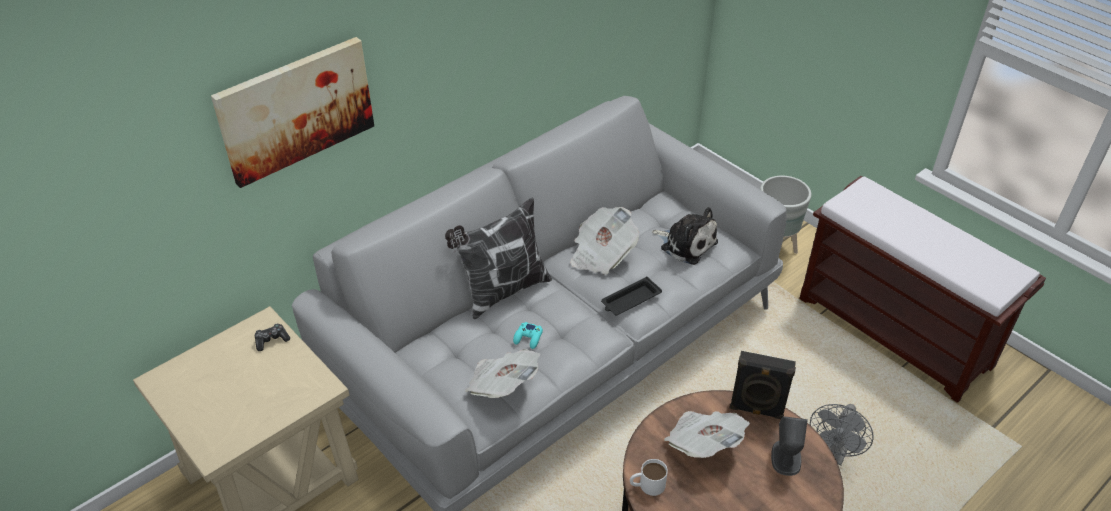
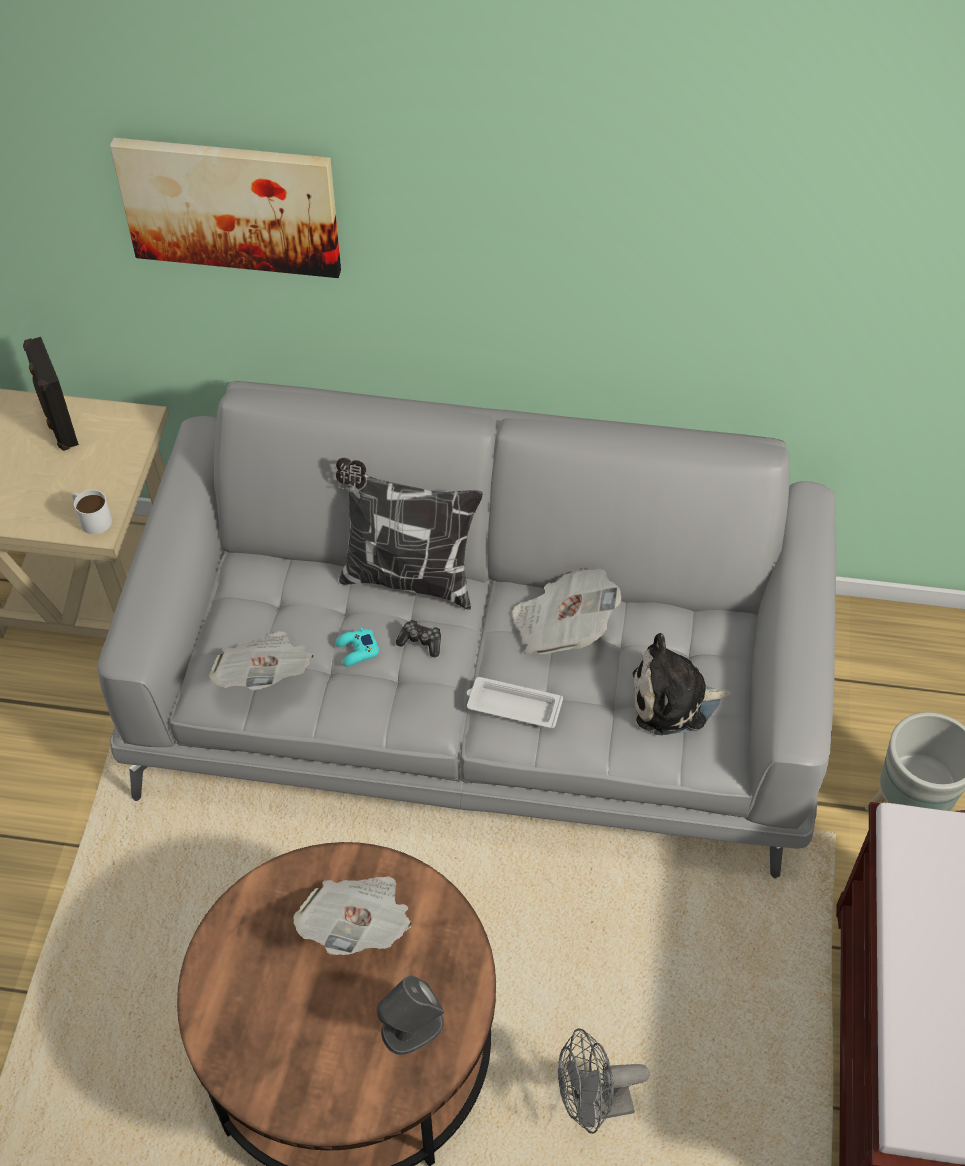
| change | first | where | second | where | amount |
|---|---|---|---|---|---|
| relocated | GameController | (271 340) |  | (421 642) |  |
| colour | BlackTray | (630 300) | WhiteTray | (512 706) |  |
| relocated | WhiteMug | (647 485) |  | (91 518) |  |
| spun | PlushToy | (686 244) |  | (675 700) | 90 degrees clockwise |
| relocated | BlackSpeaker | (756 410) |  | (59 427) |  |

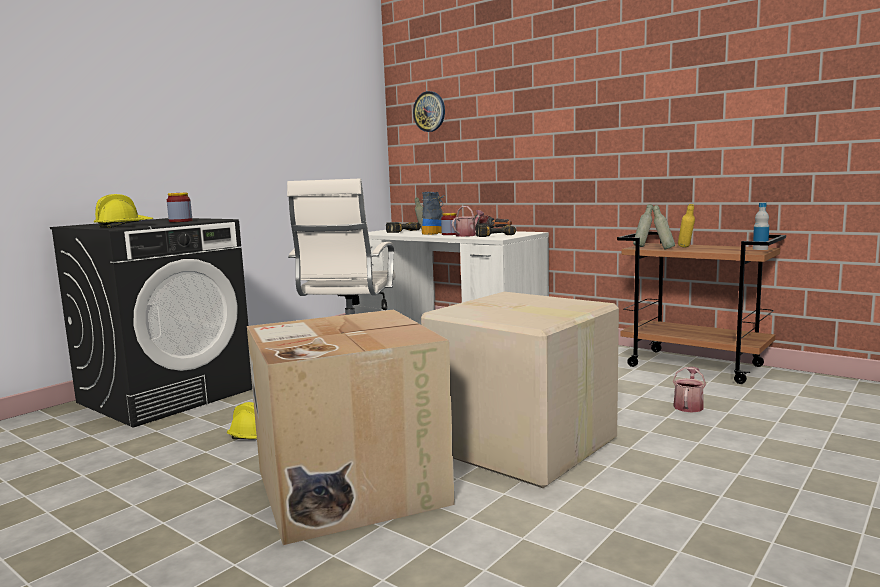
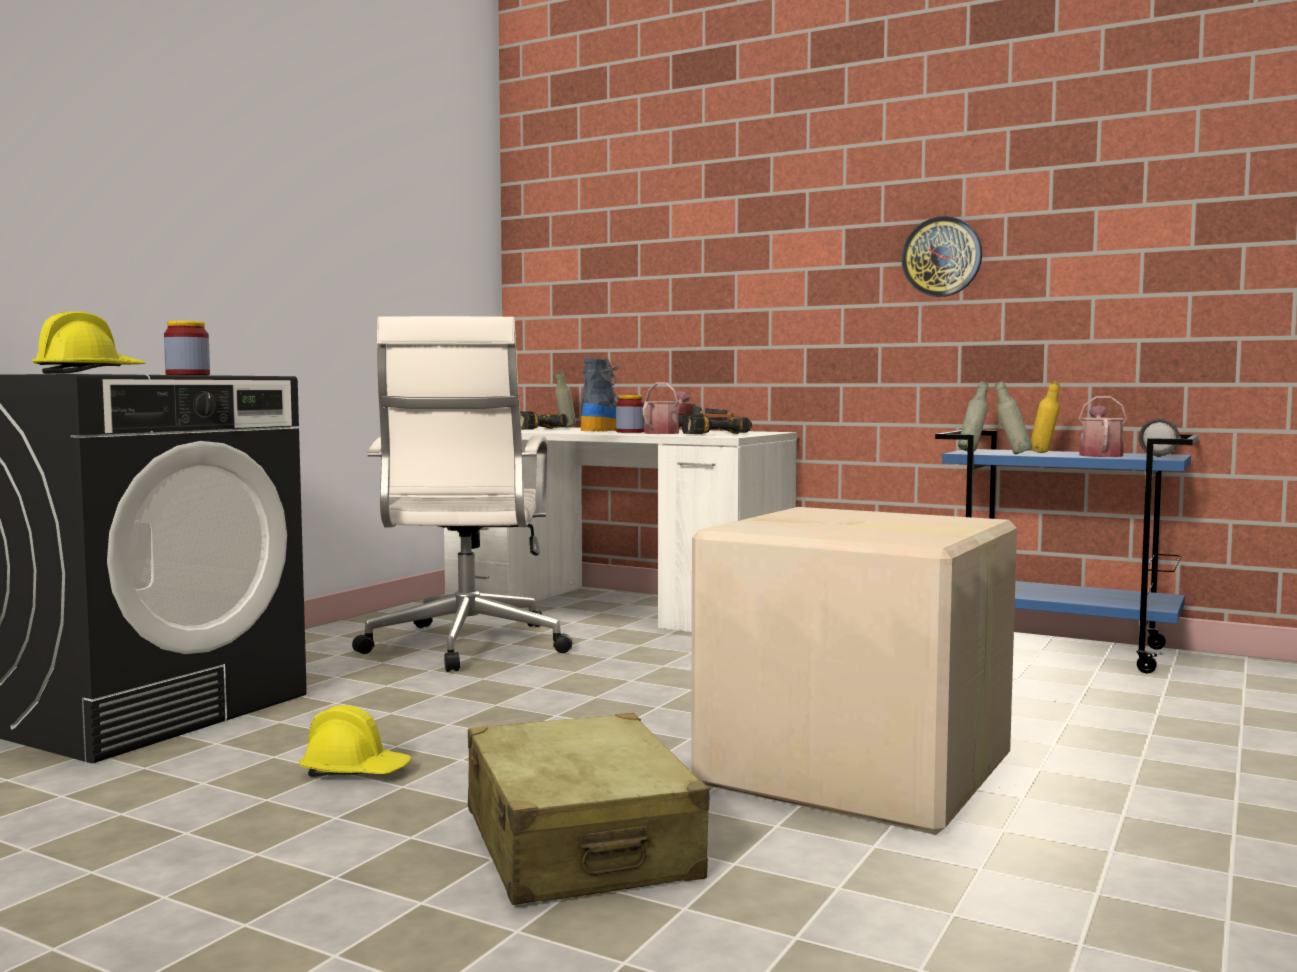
| change | first | where | second | where | amount |
|---|---|---|---|---|---|
| exchanged | CardboardBox | (347 486) | BeigeSuitcase | (580 845) |  |
| relocated | WallClock | (429 111) |  | (941 257) |  |
| colour | BrownCart | (696 366) | BlueCart | (1061 650) |  |
| relocated | WateringCan | (688 405) |  | (1100 455) |  |
| exchanged | Bottle | (760 249) | Flashlight | (1164 455) |  |

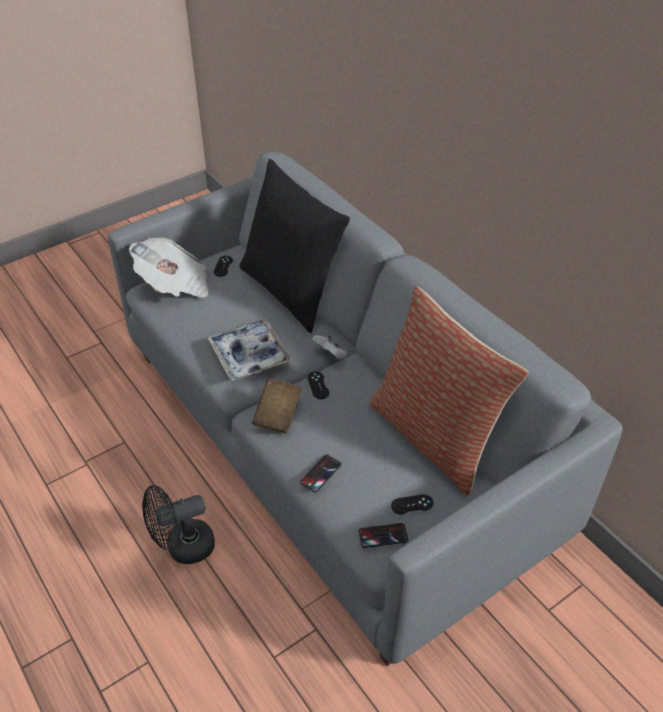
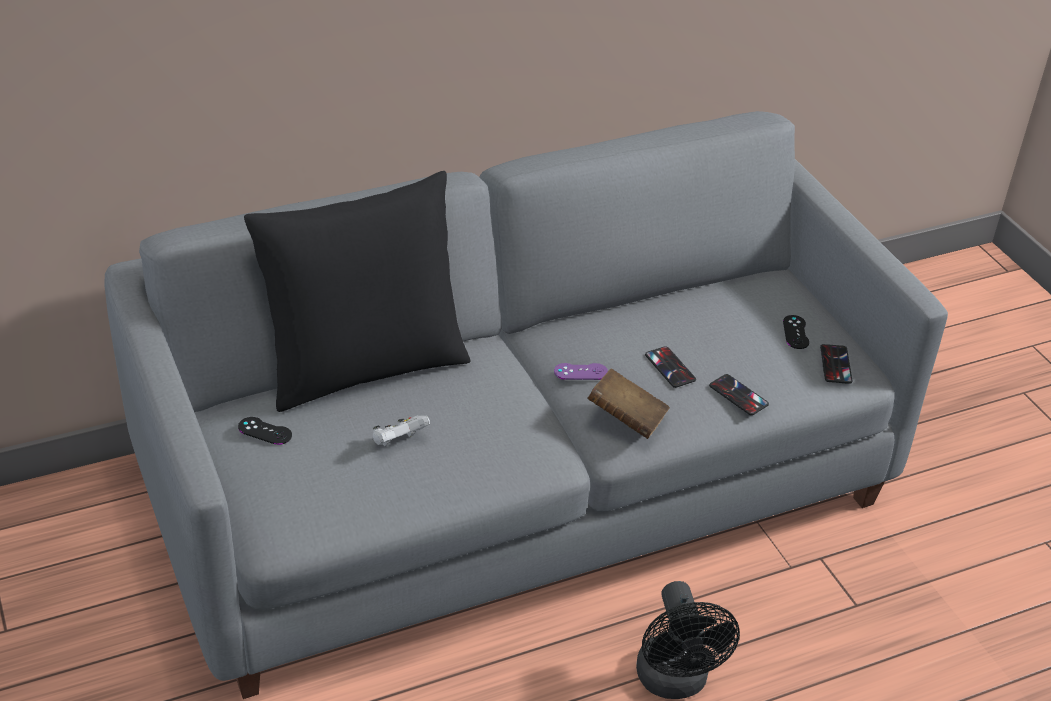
| change | first | where | second | where | amount |
|---|---|---|---|---|---|
| missing | Newspaper | (174 284) |  |  |  |
| missing | Tray | (249 355) |  |  |  |
| colour | BlackGameController | (318 385) | PurpleGameController | (580 372) |  |
| relocated | WhiteGameController | (330 354) |  | (398 442) |  |
| missing | Pillow | (434 436) |  |  |  |
| appeared |  |  | Phone | (670 367) |  |

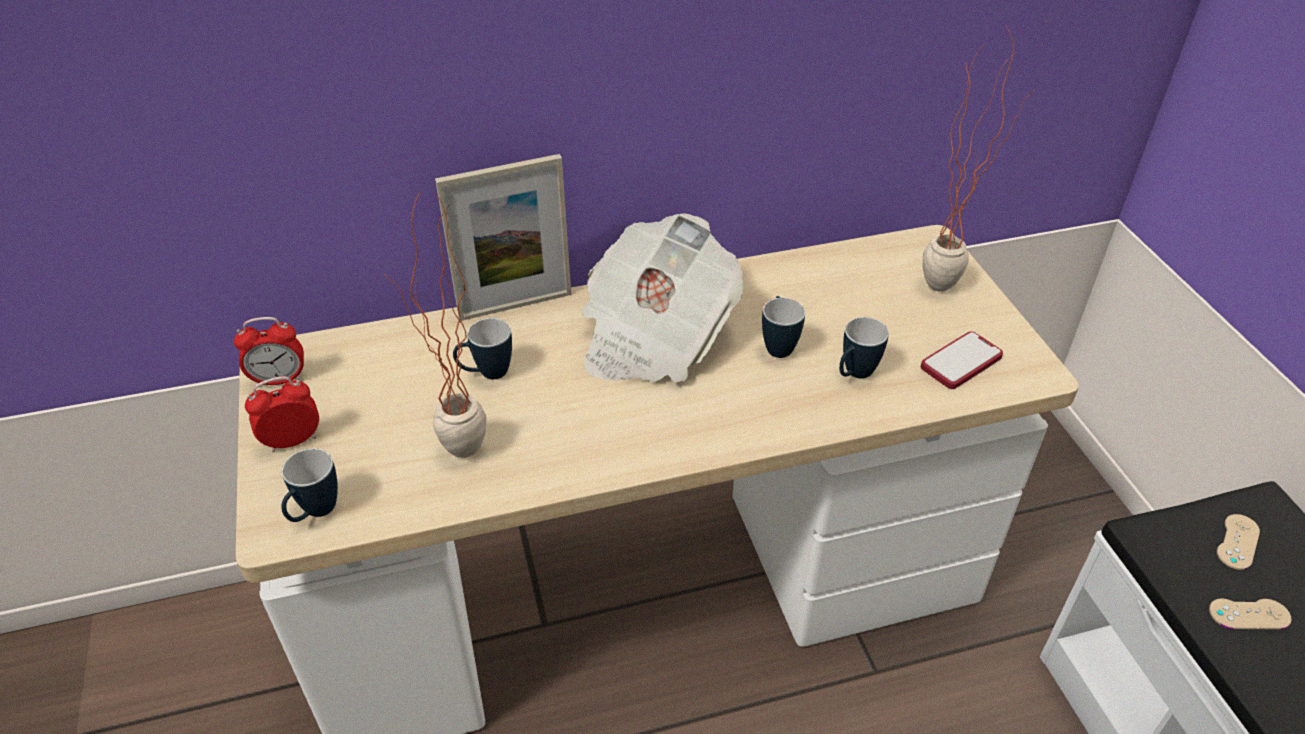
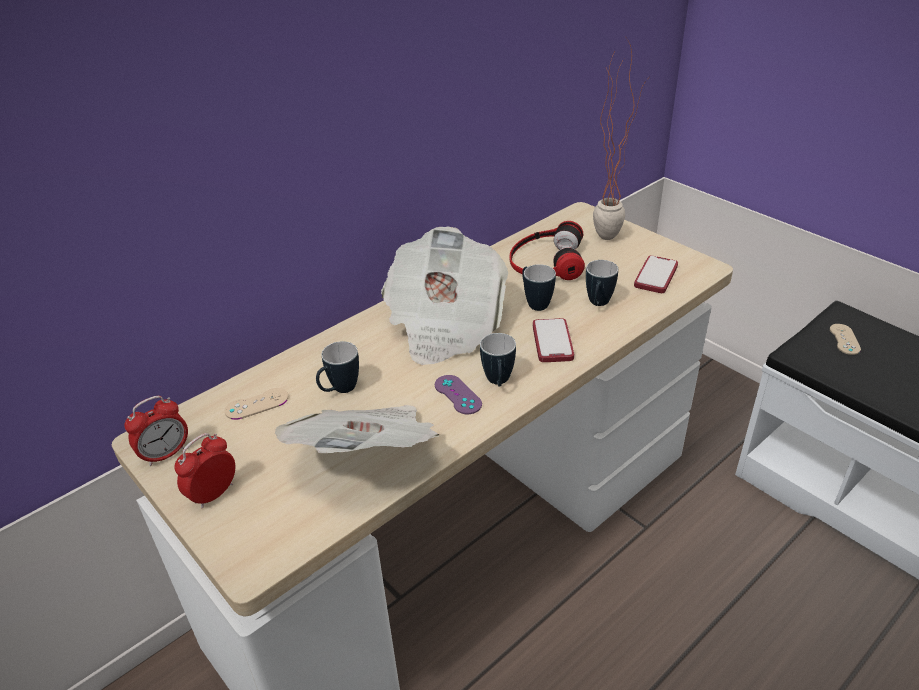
| change | first | where | second | where | amount |
|---|---|---|---|---|---|
| relocated | Mug | (315 513) |  | (498 383) |  |
| exchanged | PottedPlant | (461 462) | Newspaper | (368 456) |  |
| missing | PictureFrame | (515 305) |  |  |  |
| relocated | BeigeGameController | (1249 614) |  | (257 404) |  |
| appeared |  |  | PurpleGameController | (457 395) |  |
| appeared |  |  | Headphones | (546 261) |  |
| appeared |  |  | Phone | (552 342) |  |

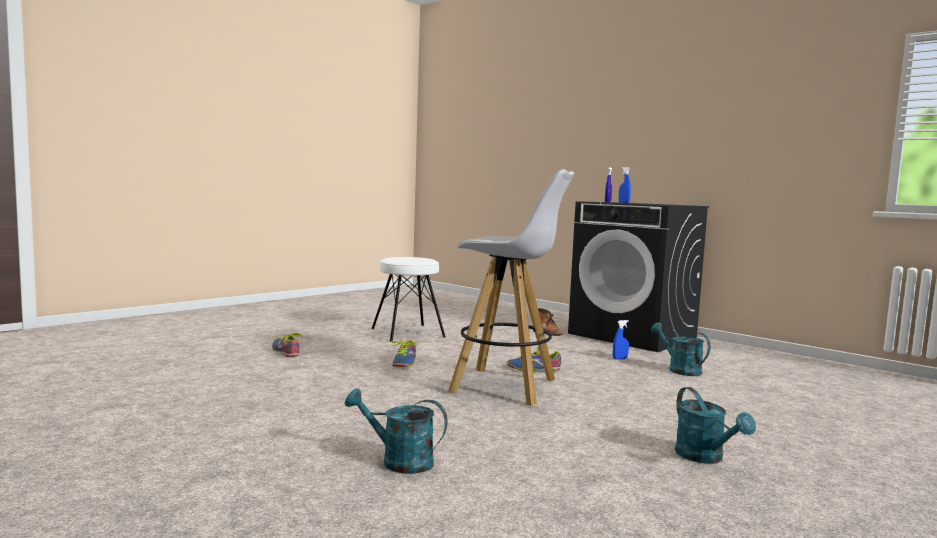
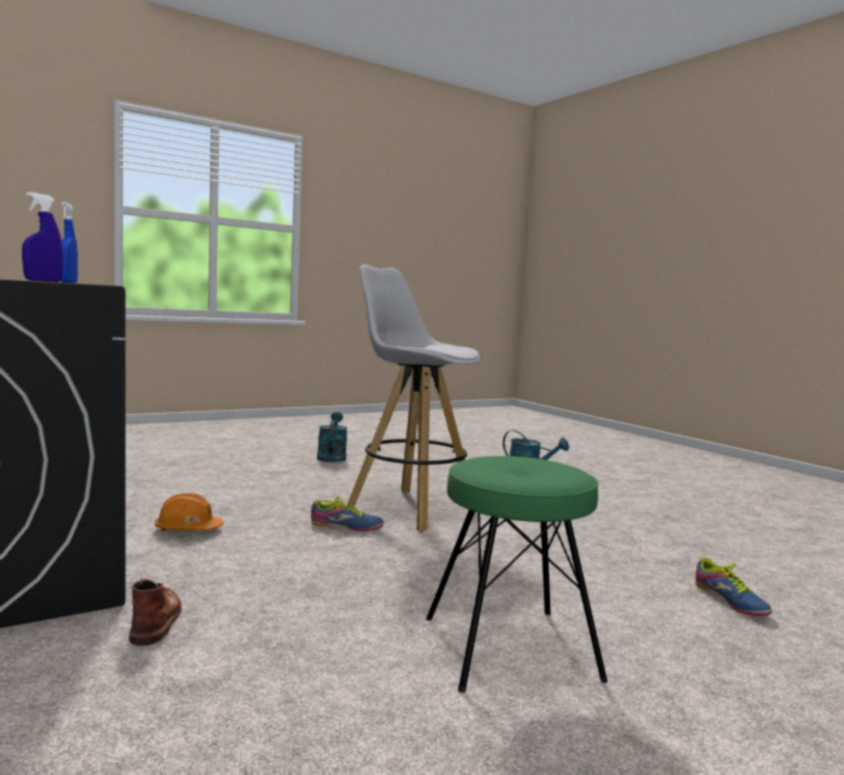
| change | first | where | second | where | amount |
|---|---|---|---|---|---|
| colour | WhiteStool | (407 333) | GreenStool | (509 647) |  |
| missing | Shoe | (404 362) |  |  |  |
| exchanged | BlueSprayBottle | (620 358) | OrangeHardHat | (188 529) |  |
| missing | TurquoiseWateringCan | (679 369) |  |  |  |

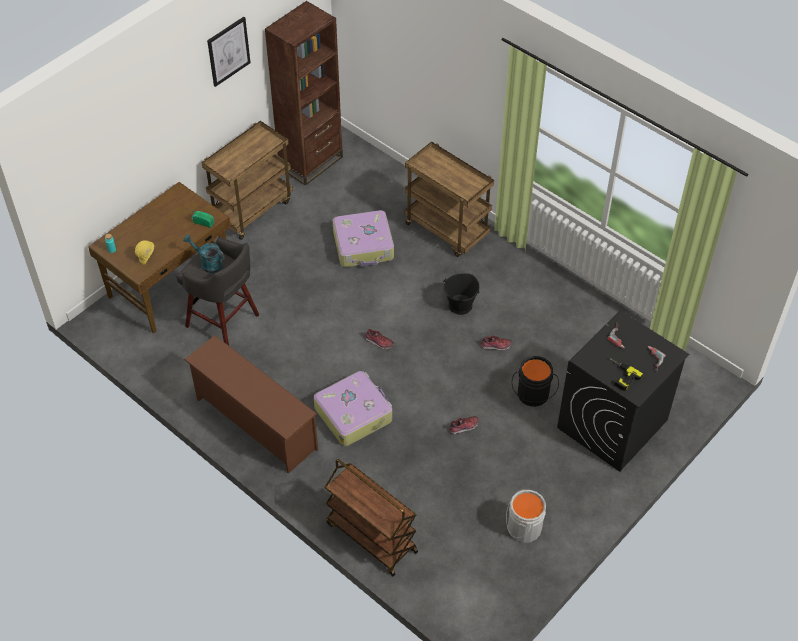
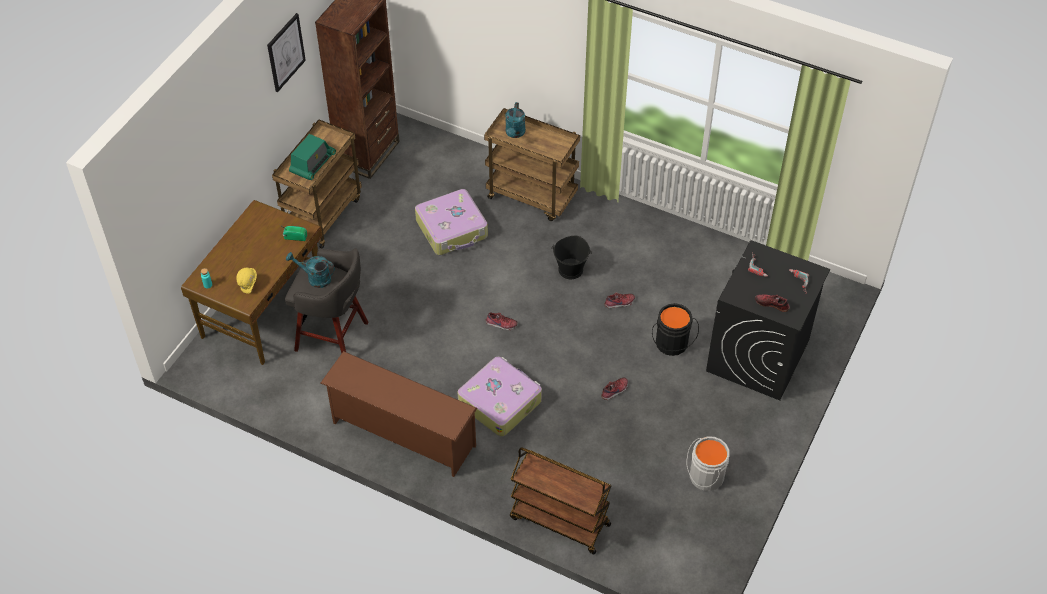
| change | first | where | second | where | amount |
|---|---|---|---|---|---|
| exchanged | PowerDrill | (620 376) | Shoe | (772 304) |  |
| appeared |  |  | Radio | (312 164) |  |
| appeared |  |  | TurquoiseWateringCan | (515 133) |  |

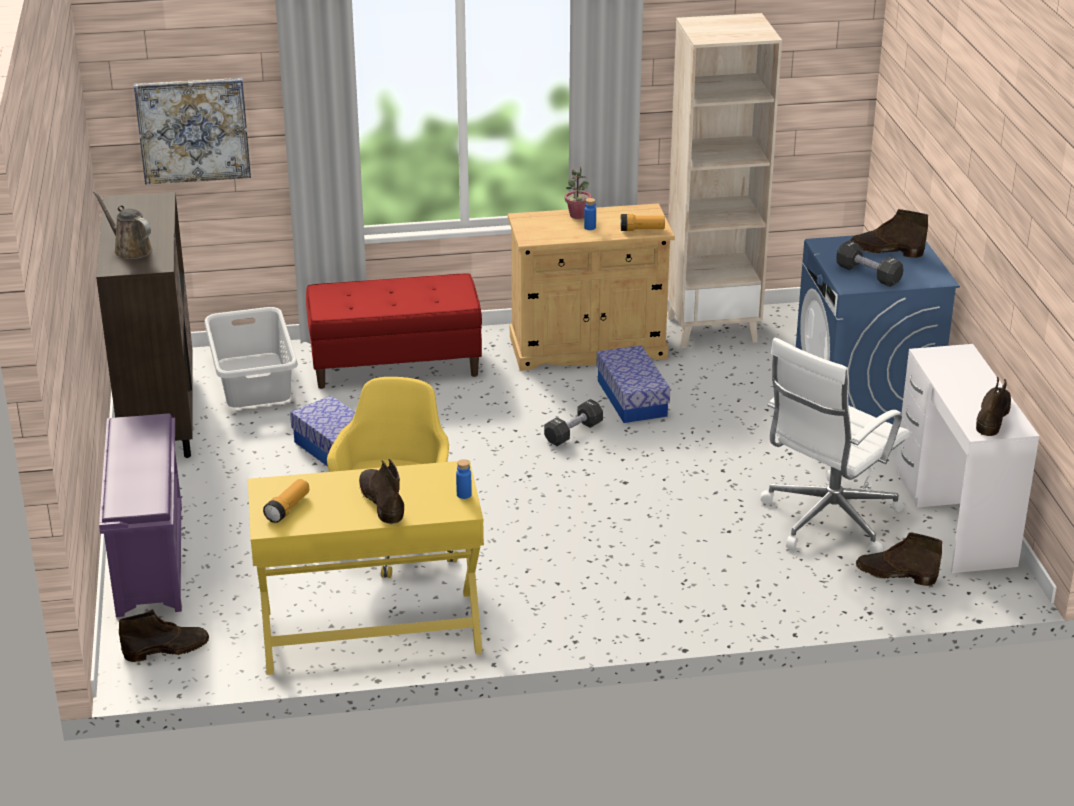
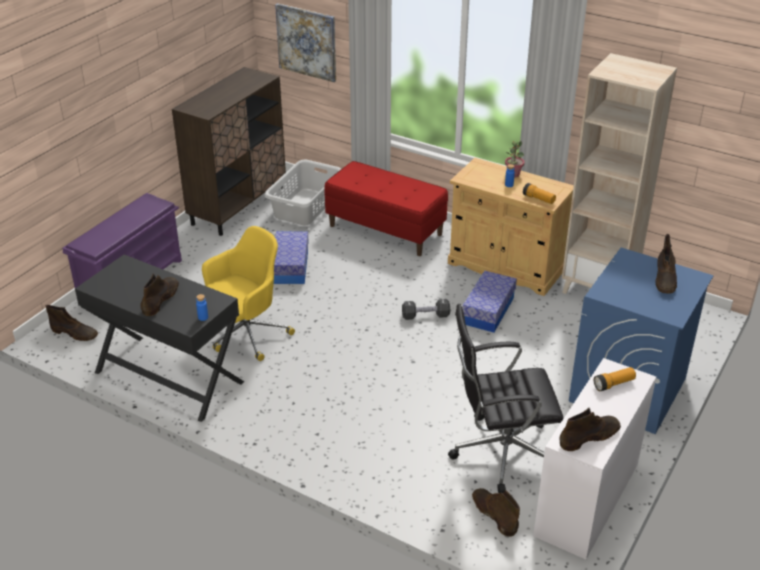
| change | first | where | second | where | amount |
|---|---|---|---|---|---|
| missing | BrownWateringCan | (130 249) |  |  |  |
| colour | YellowDesk | (371 632) | BlackDesk | (168 377) |  |
| relocated | Flashlight | (288 508) |  | (614 384) |  |
| colour | WhiteOfficeChair | (827 520) | BlackOfficeChair | (501 452) |  |
| missing | BlackDumbbell | (868 275) |  |  |  |
| spun | BrownBoot | (885 251) |  | (665 279) | 135 degrees counterclockwise |

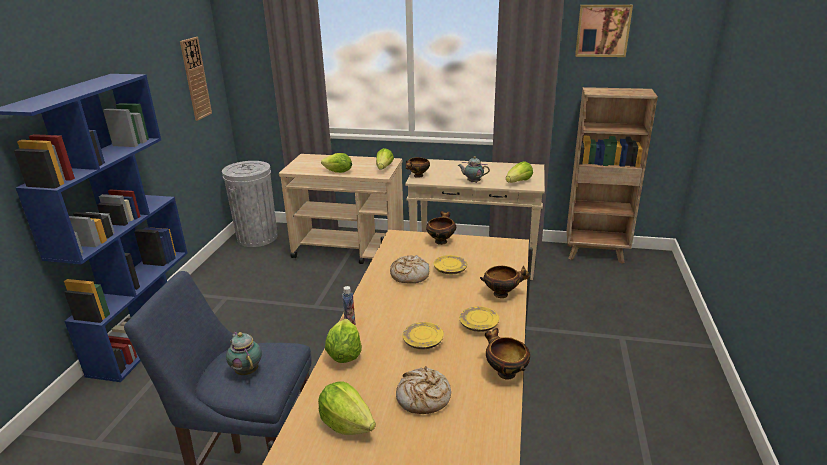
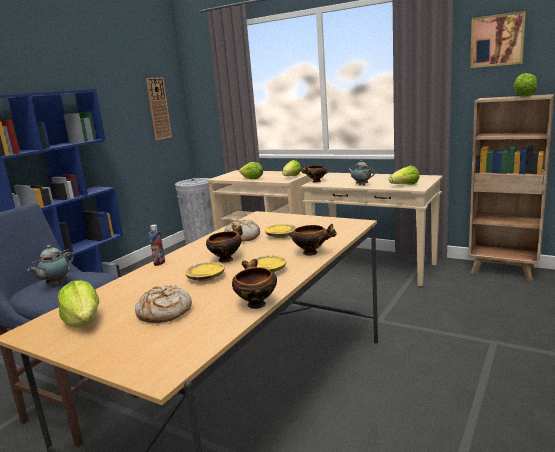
| change | first | where | second | where | amount |
|---|---|---|---|---|---|
| spun | Teapot | (247 370) |  | (56 284) | 135 degrees counterclockwise |
| relocated | Lettuce | (344 354) |  | (523 96) |  |
| relocated | Bowl | (441 241) |  | (226 259) |  |

